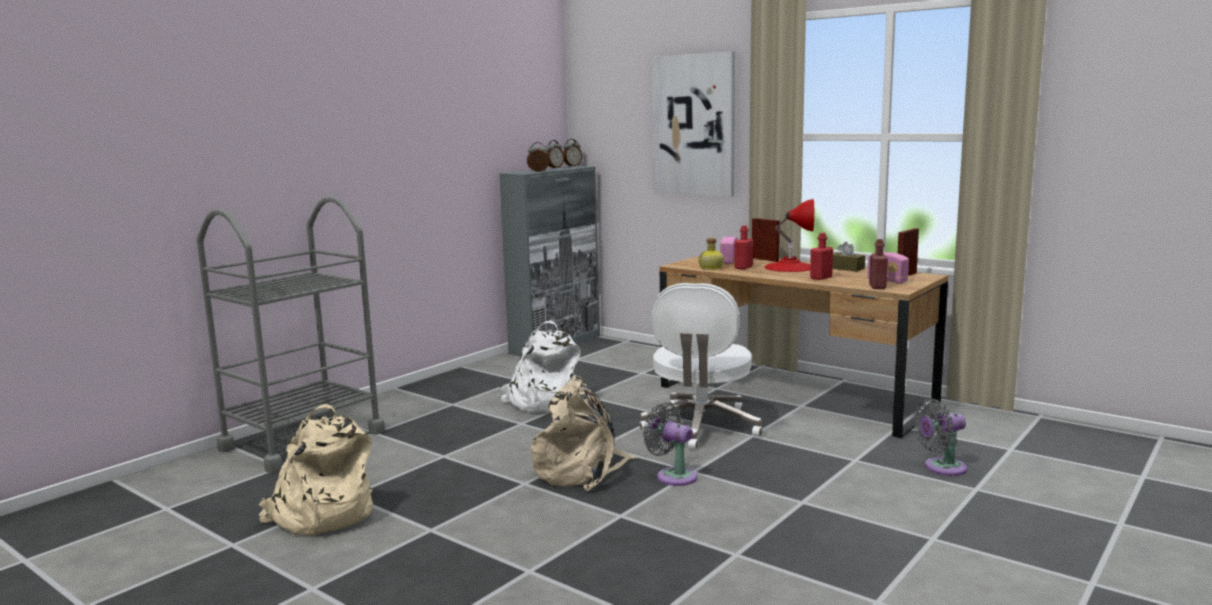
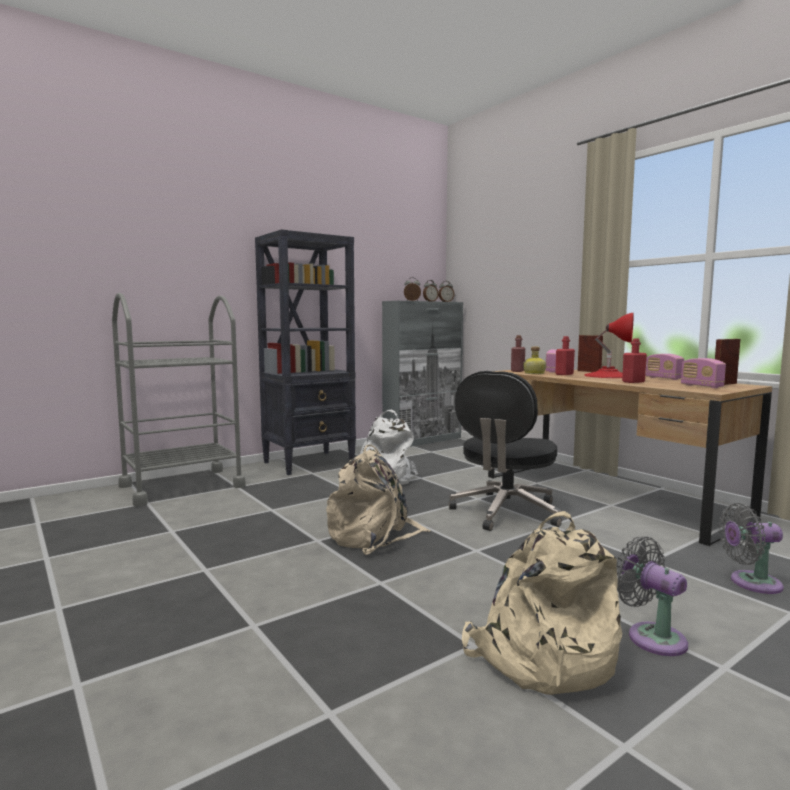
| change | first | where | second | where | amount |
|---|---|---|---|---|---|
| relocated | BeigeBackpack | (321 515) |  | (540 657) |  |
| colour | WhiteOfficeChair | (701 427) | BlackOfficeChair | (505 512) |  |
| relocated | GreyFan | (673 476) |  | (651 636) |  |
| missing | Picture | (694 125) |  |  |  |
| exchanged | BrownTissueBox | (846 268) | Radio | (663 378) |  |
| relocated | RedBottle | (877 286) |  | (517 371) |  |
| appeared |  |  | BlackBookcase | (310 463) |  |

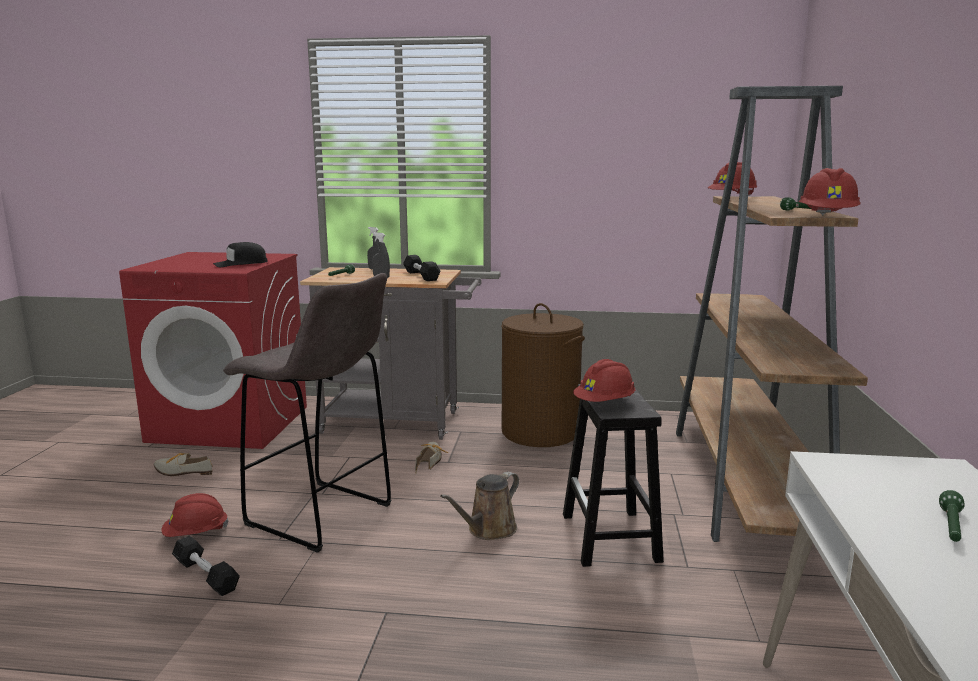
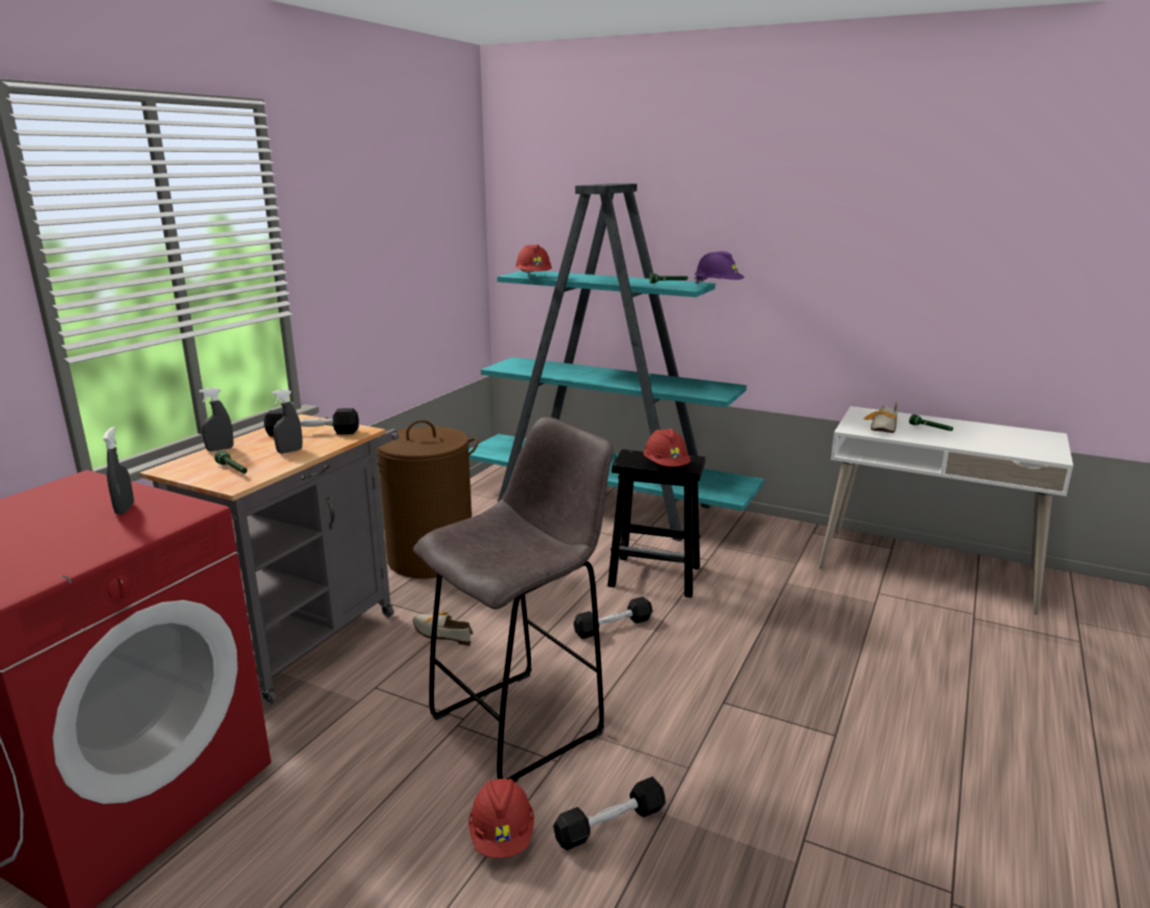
| change | first | where | second | where | amount |
|---|---|---|---|---|---|
| relocated | Shoe | (182 471) |  | (883 428) |  |
| exchanged | BlackCap | (240 264) | GreySprayBottle | (124 509) |  |
| exchanged | BrownWateringCan | (488 530) | BlackDumbbell | (613 626) |  |
| colour | BrownBookcase | (747 484) | TurquoiseBookcase | (607 505) |  |
| colour | RedHardHat | (827 218) | PurpleHardHat | (718 286) |  |

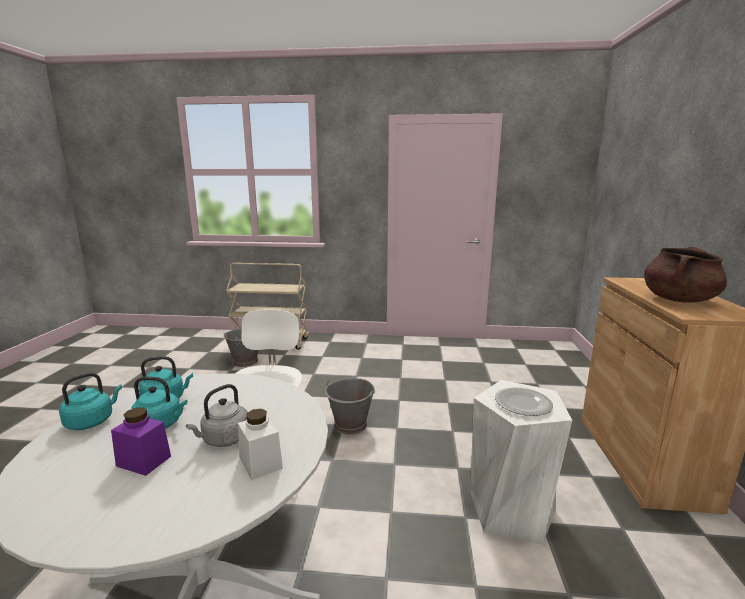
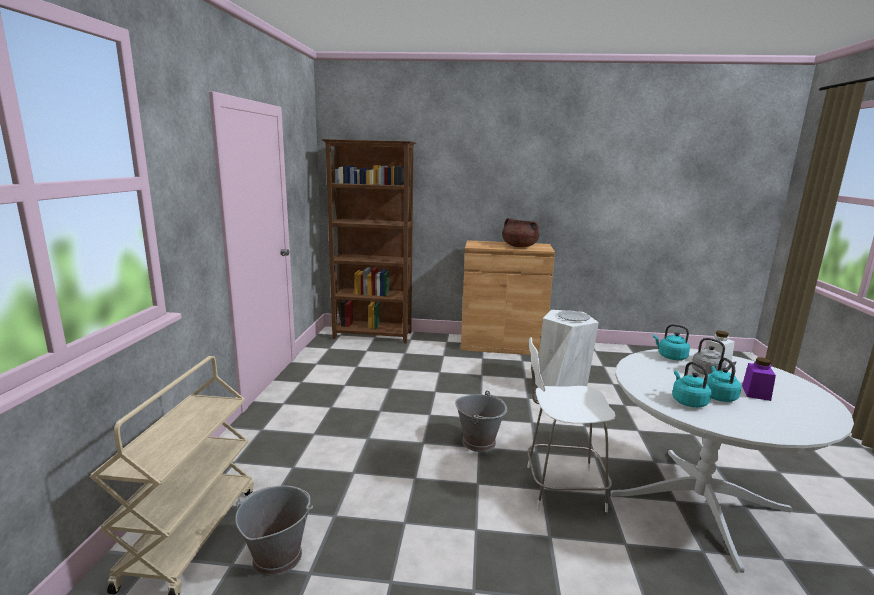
| change | first | where | second | where | amount |
|---|---|---|---|---|---|
| relocated | TurquoiseKettle | (92 421) |  | (670 357) |  |
| appeared |  |  | BrownBookcase | (373 336) |  |

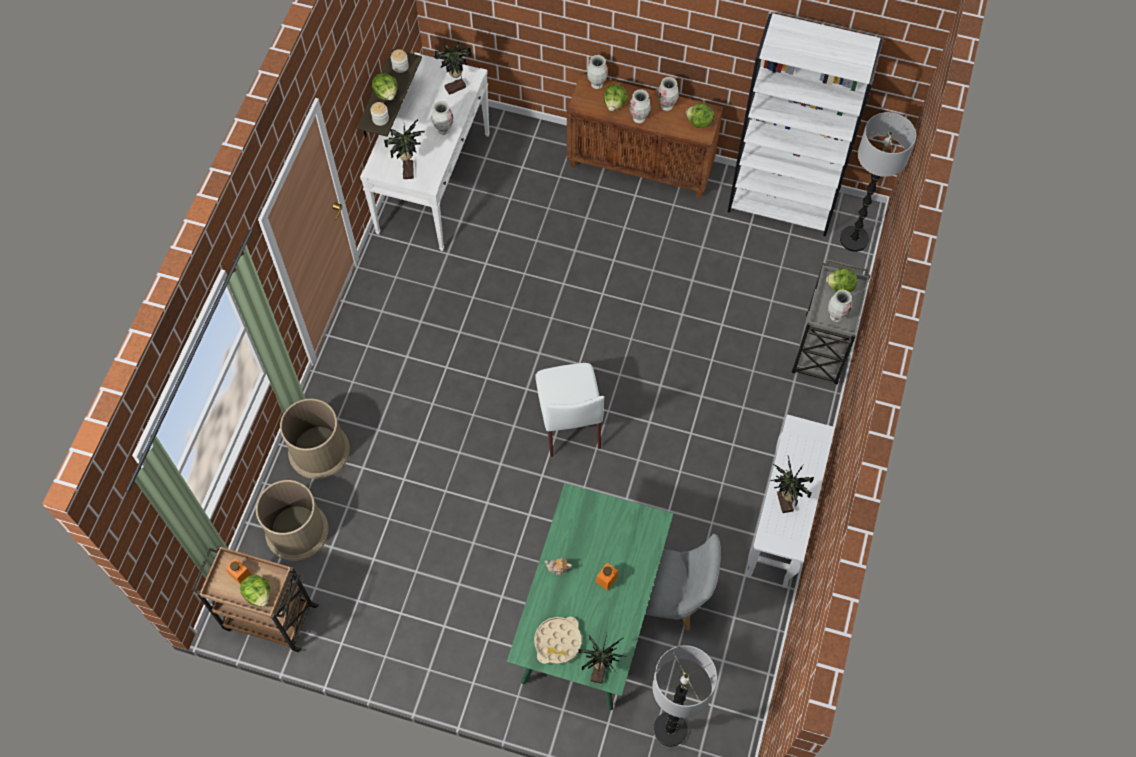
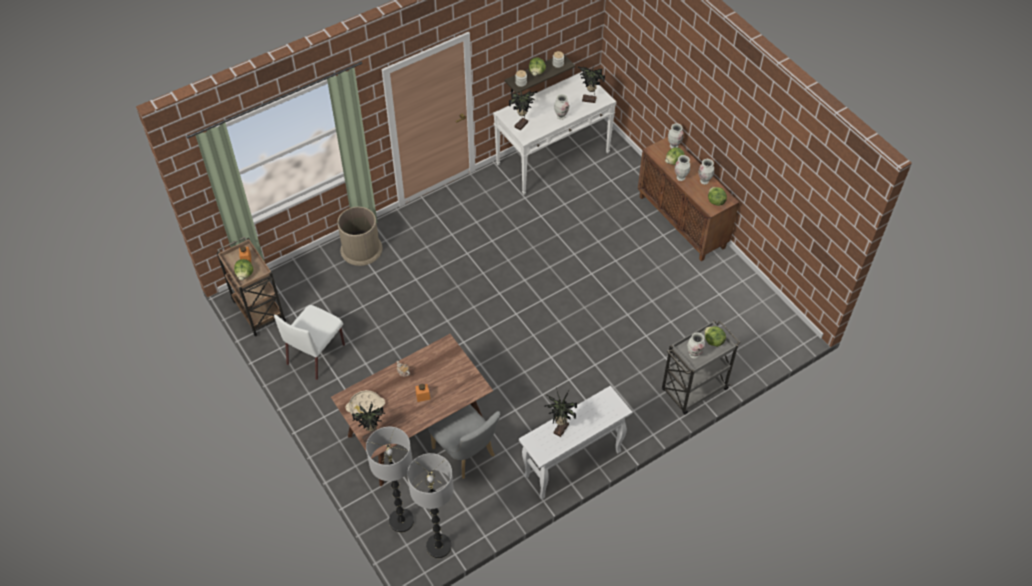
| change | first | where | second | where | amount |
|---|---|---|---|---|---|
| missing | BrownTrashCan | (296 531) |  |  |  |
| colour | GreenDiningTable | (591 617) | BrownDiningTable | (417 432) |  |
| relocated | WhiteChair | (569 421) |  | (316 353) |  |
| missing | WhiteBookcase | (782 203) |  |  |  |
| relocated | FloorLamp | (854 239) |  | (438 546) |  |

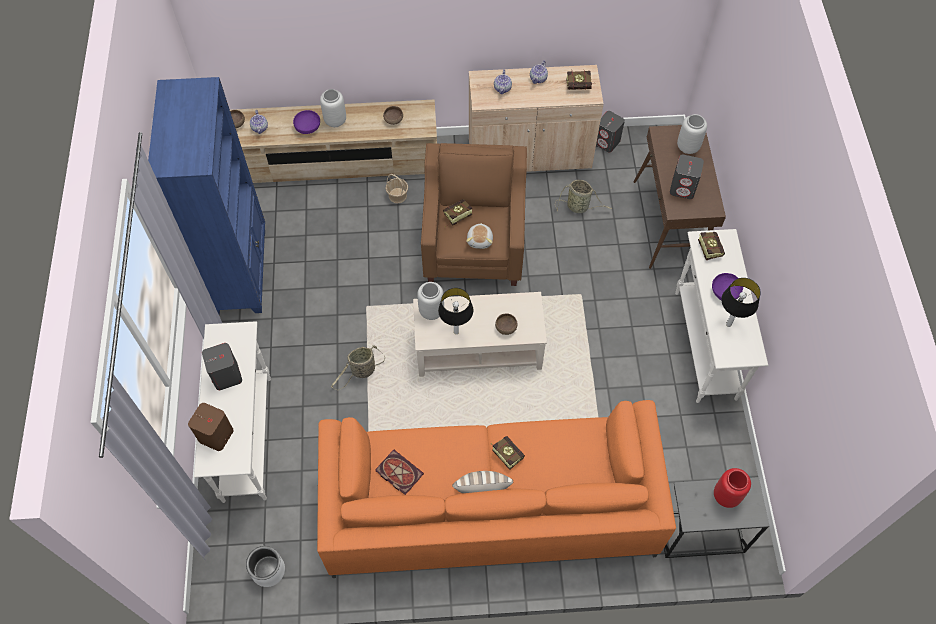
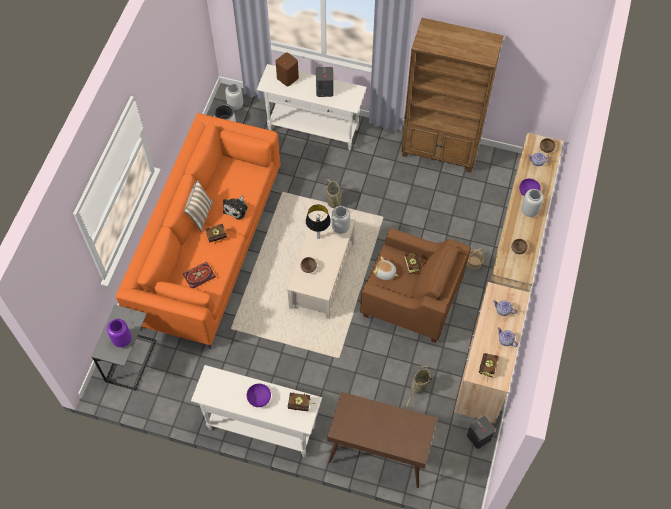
| change | first | where | second | where | amount |
|---|---|---|---|---|---|
| colour | BlueBookcase | (240 271) | BrownBookcase | (440 151) |  |
| relocated | Book | (398 472) |  | (199 275) |  |
| missing | GreySpeaker | (683 188) |  |  |  |
| relocated | GreyVase | (688 147) |  | (235 105) |  |
| colour | RedVase | (725 496) | PurpleVase | (122 339) |  |
| missing | TableLamp | (728 324) |  |  |  |
| appeared |  |  | PlushToy | (236 208) |  |

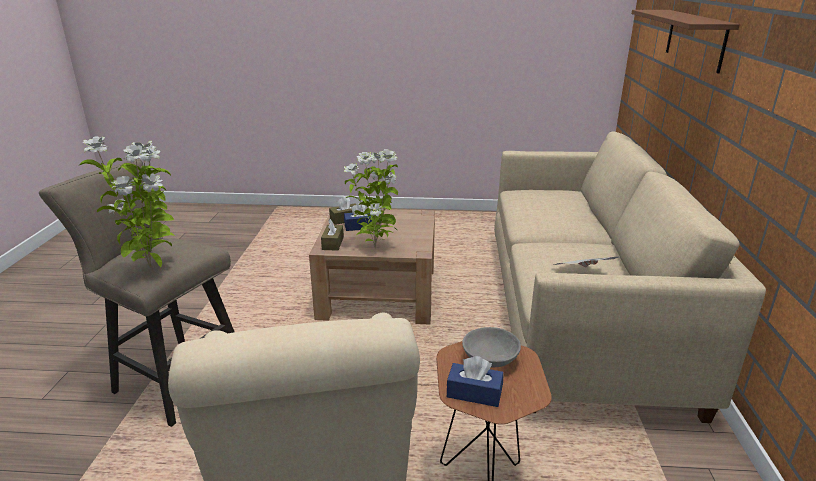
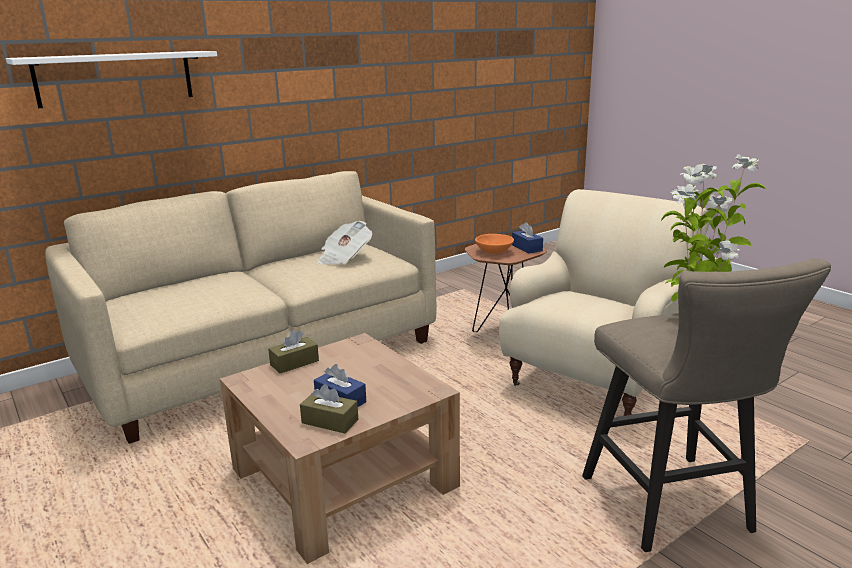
| change | first | where | second | where | amount |
|---|---|---|---|---|---|
| relocated | BrownTissueBox | (333 243) |  | (294 363) |  |
| missing | PottedPlant | (375 247) |  |  |  |
| colour | GreyBowl | (490 360) | OrangeBowl | (494 252) |  |
| colour | BrownShelf | (695 39) | WhiteShelf | (115 78) |  |

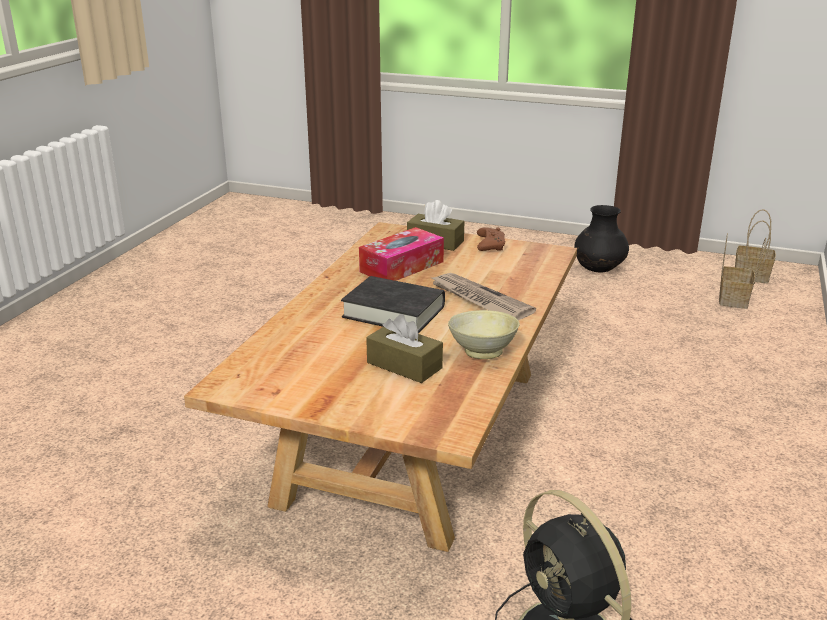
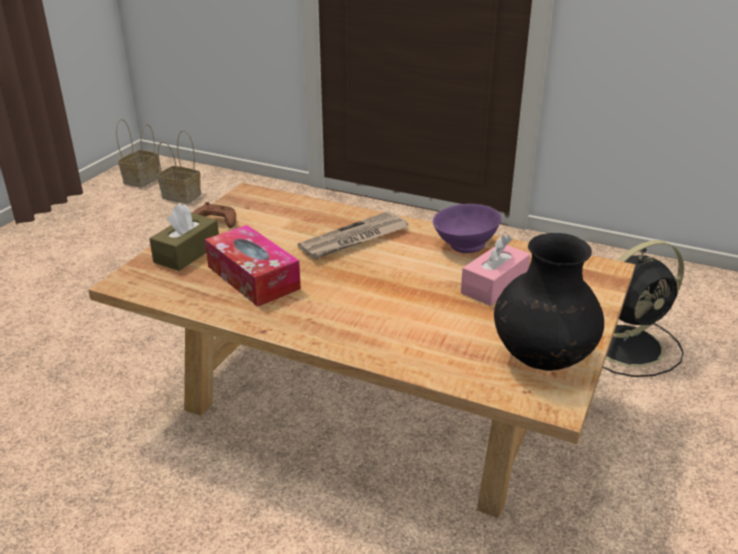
| change | first | where | second | where | amount |
|---|---|---|---|---|---|
| missing | BlackBook | (393 312) |  |  |  |
| colour | BrownTissueBox | (404 365) | PinkTissueBox | (494 286) |  |
| colour | BeigeBowl | (483 351) | PurpleBowl | (464 245) |  |
| relocated | BlackVase | (598 270) |  | (541 357) |  |

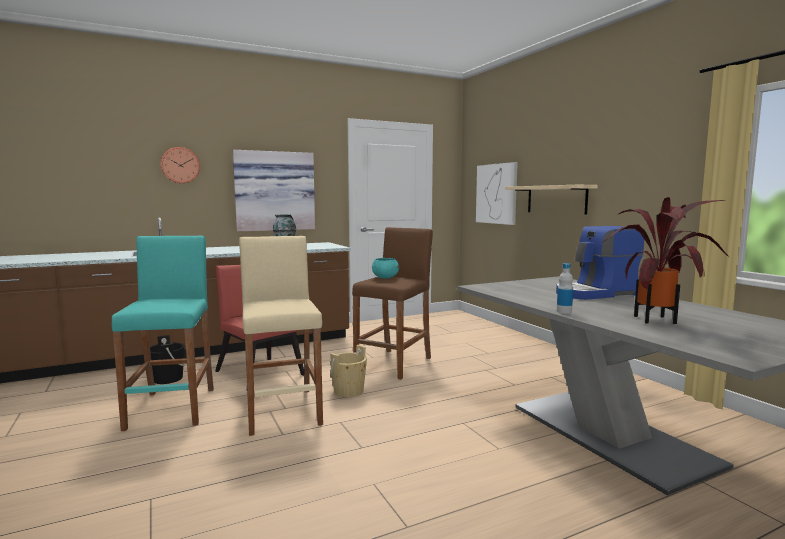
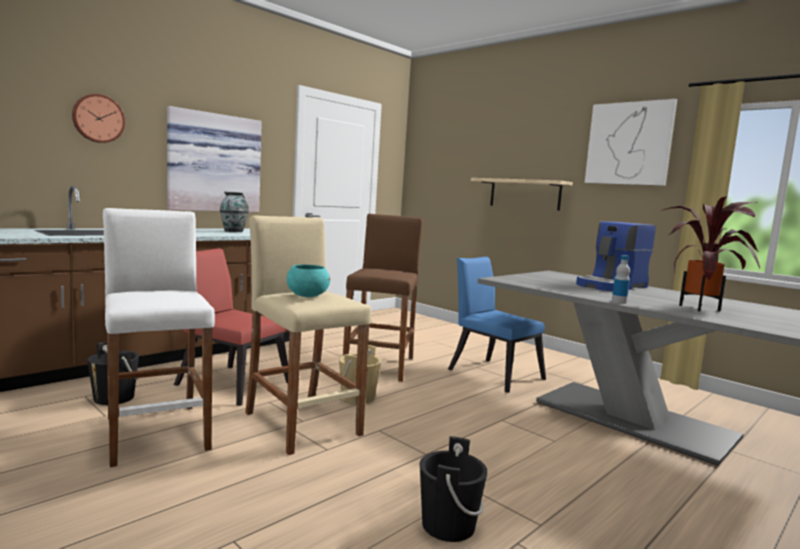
| change | first | where | second | where | amount |
|---|---|---|---|---|---|
| colour | TurquoiseStool | (172 408) | WhiteStool | (156 432) |  |
| relocated | TurquoiseBowl | (385 277) |  | (307 296) |  |
| relocated | Picture | (496 194) |  | (629 143) |  |
| appeared |  |  | BlackBucket | (448 525) |  |
| appeared |  |  | BlueChair | (492 373) |  |

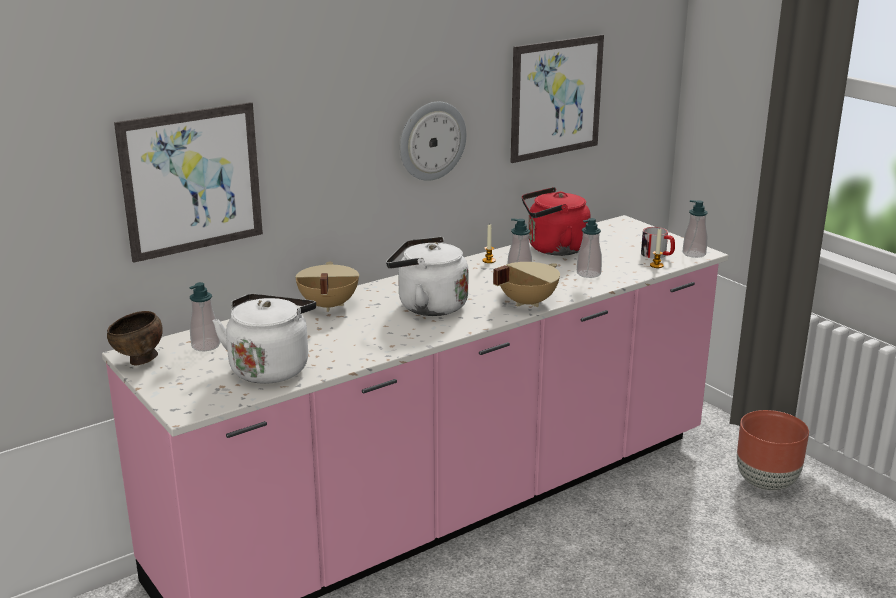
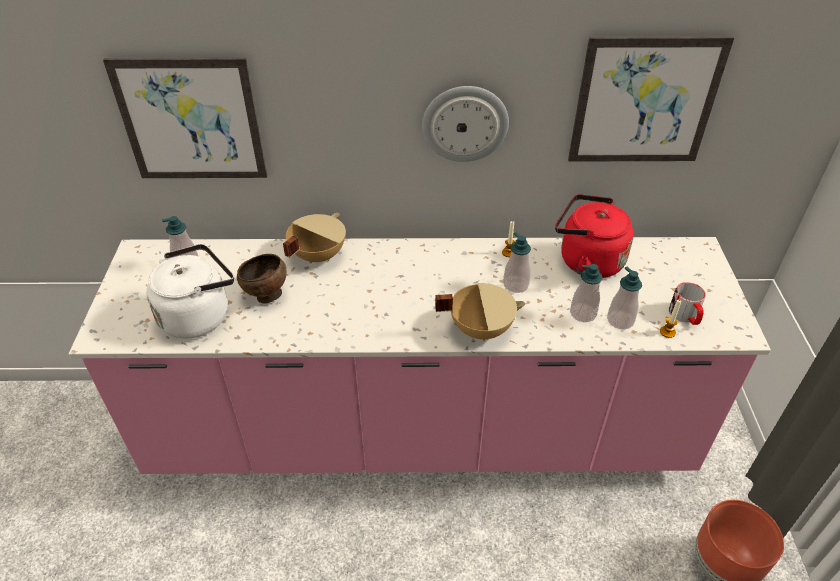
| change | first | where | second | where | amount |
|---|---|---|---|---|---|
| relocated | BrownBowl | (139 361) |  | (266 296) |  |
| missing | WhiteKettle | (427 306) |  |  |  |
| relocated | SoapDispenser | (694 254) |  | (620 320) |  |

